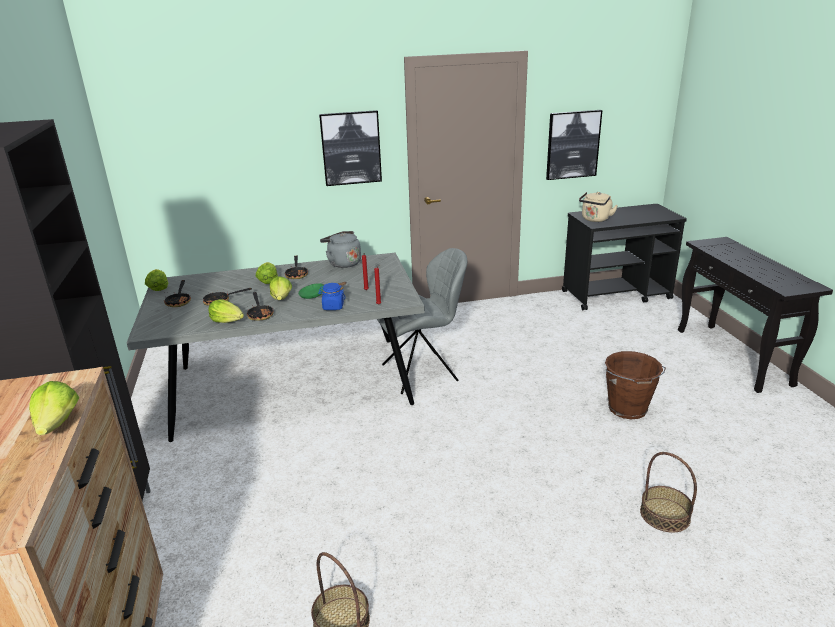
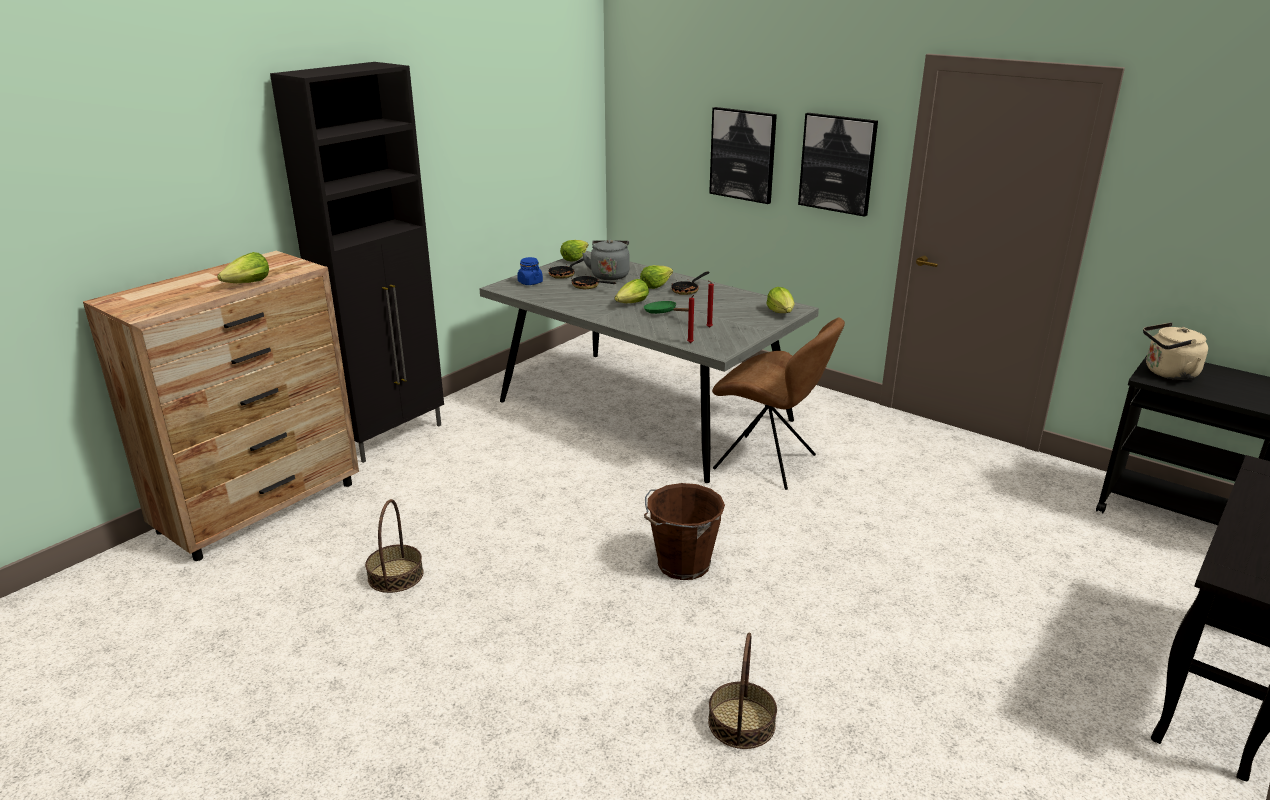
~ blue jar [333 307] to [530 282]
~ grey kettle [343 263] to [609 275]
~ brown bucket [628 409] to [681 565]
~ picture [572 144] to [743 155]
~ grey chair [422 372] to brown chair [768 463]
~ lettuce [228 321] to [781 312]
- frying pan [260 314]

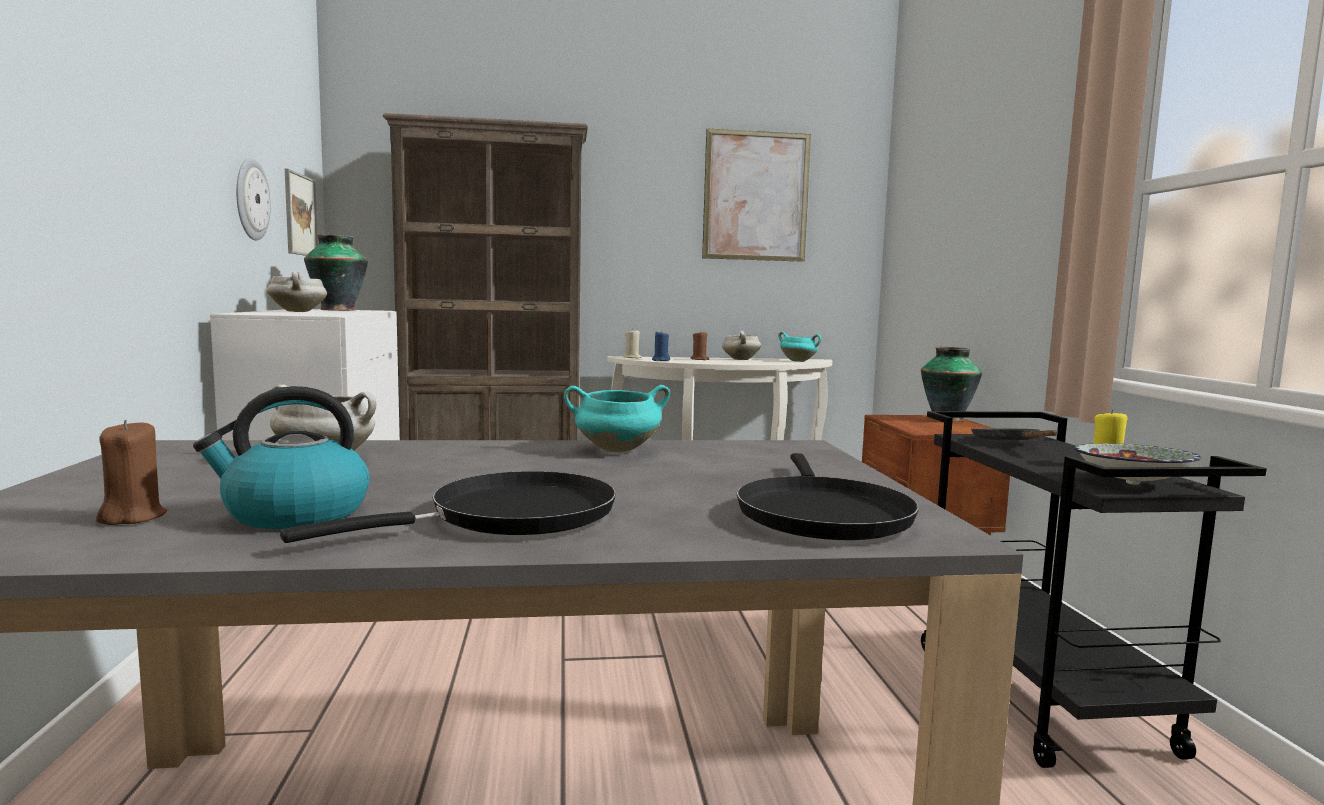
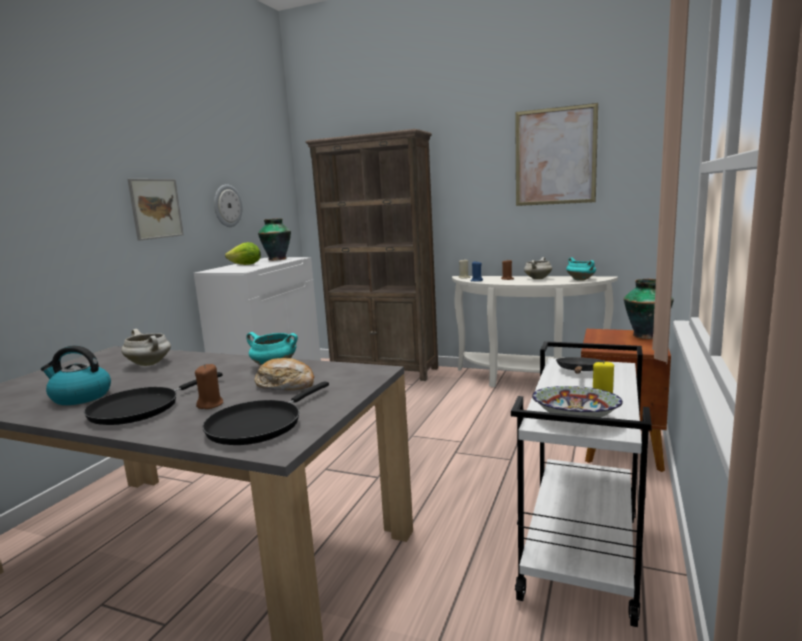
~ black frying pan [511 516] = [140 408] 135 degrees clockwise
~ picture [300 215] to [156 208]
~ brown candle [132 517] to [210 404]
~ white cooking pot [299 311] to lettuce [246 265]
+ bread [286 385]
~ black cart [1042 698] to white cart [582 558]

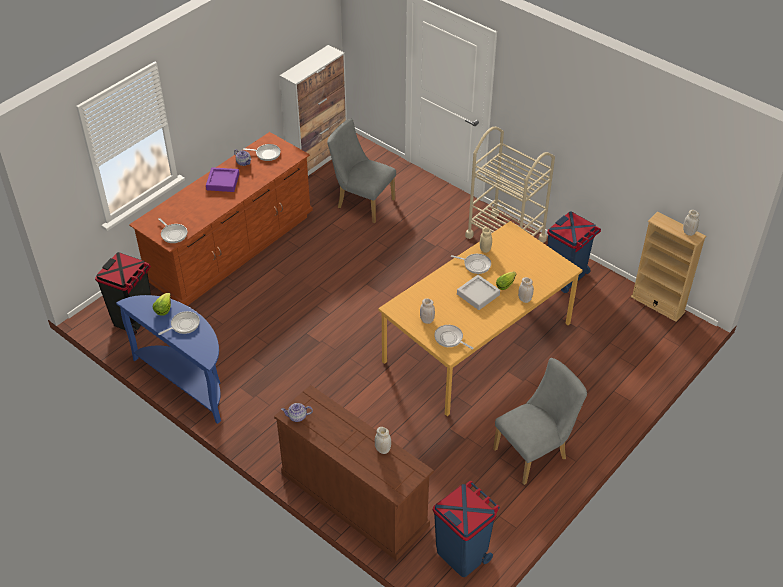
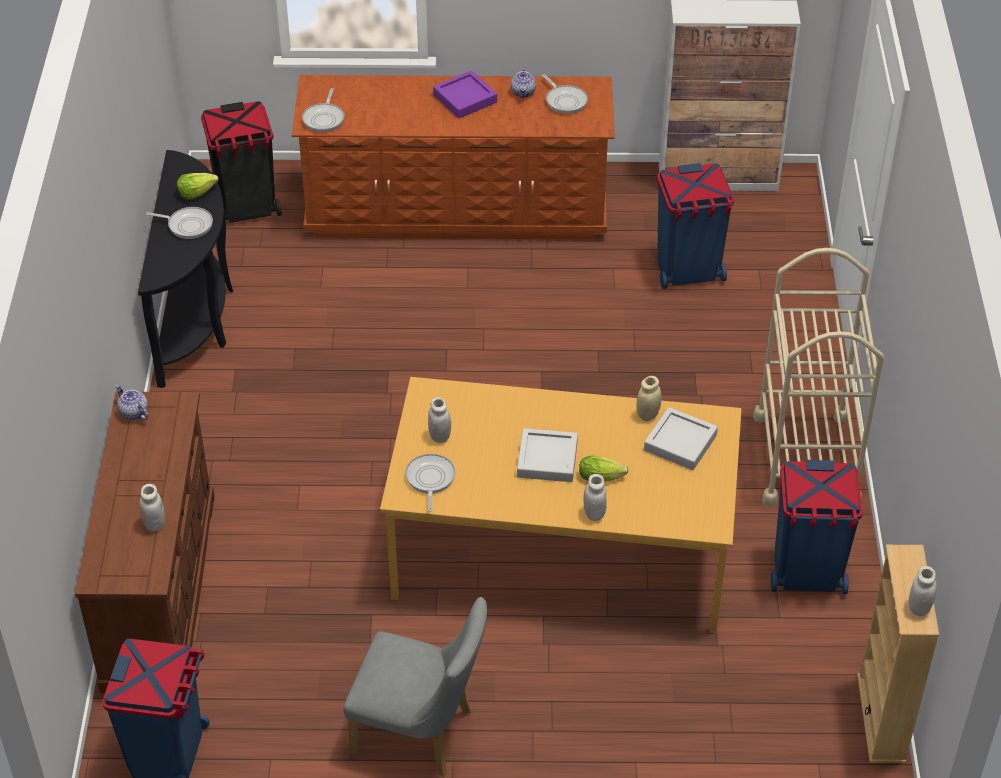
~ blue console table [187 381] to black console table [197 318]
+ grey tray [680 443]
~ grey chair [362 202] to blue trash can [688 271]
- frying pan [475 265]

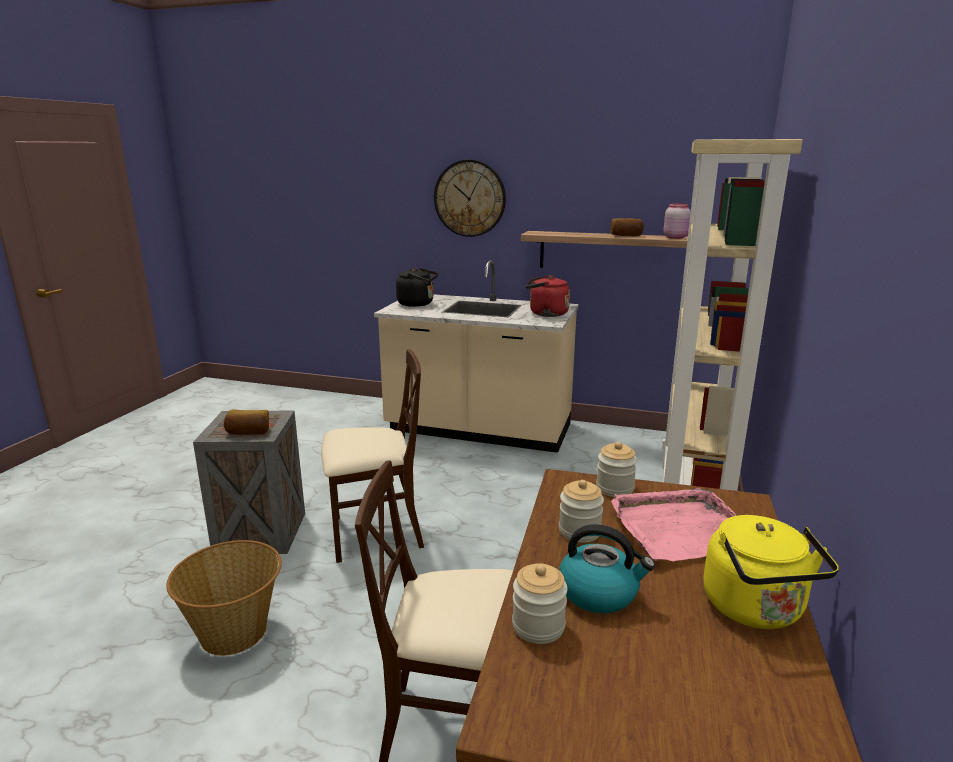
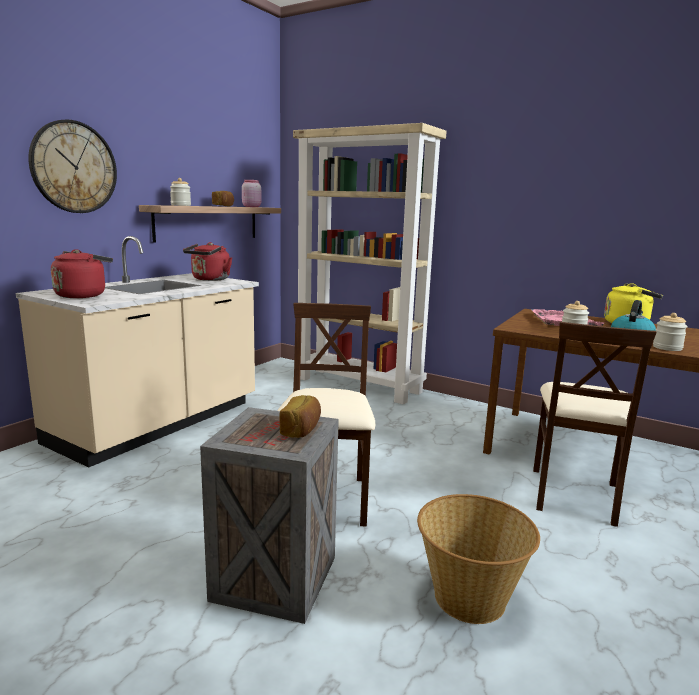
~ black kettle [418 304] to red kettle [83 295]
~ jar [614 488] to [181 205]

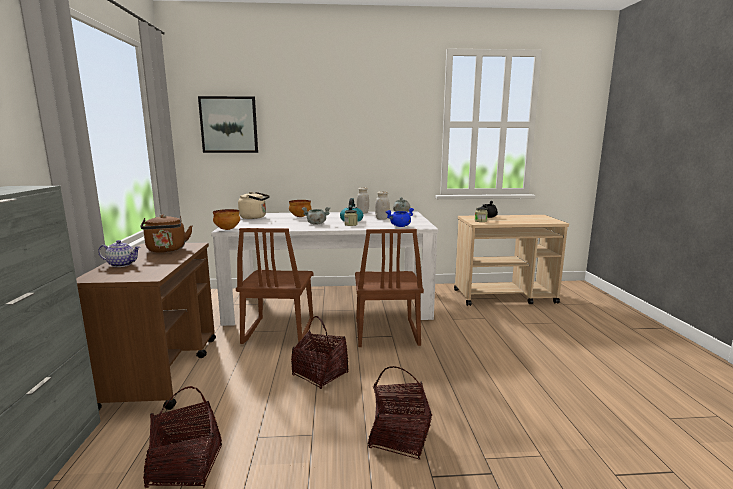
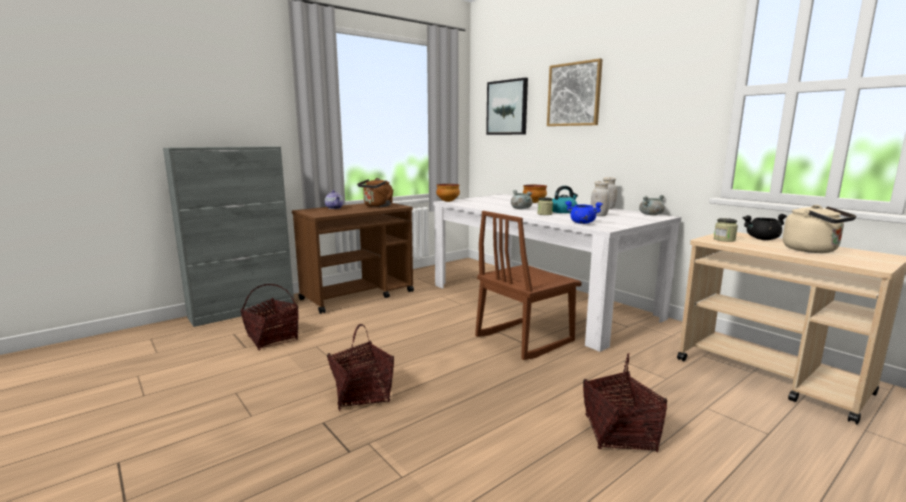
+ picture [574 94]
~ basket [320 374] to [619 434]
~ beige kettle [255 217] to [813 250]
- brown chair [278 332]

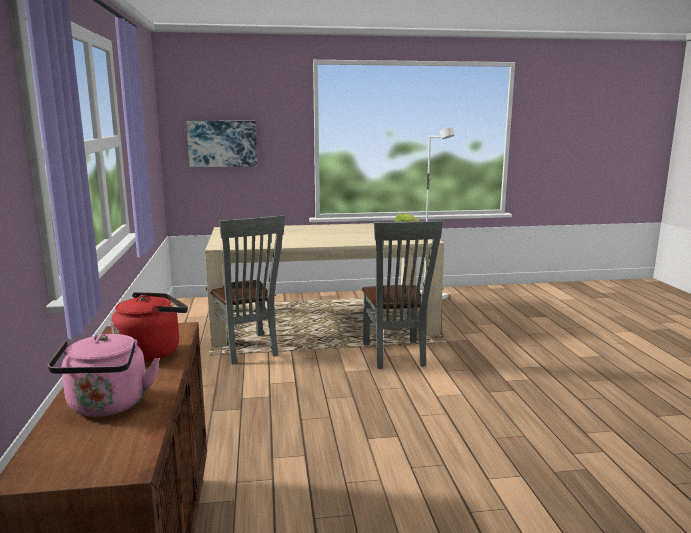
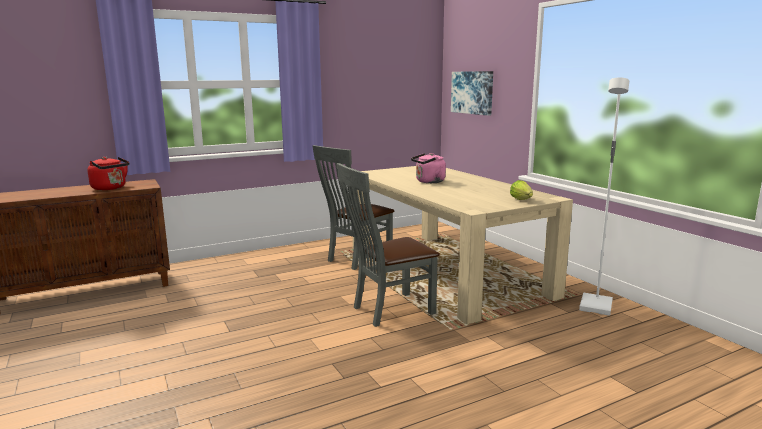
~ pink kettle [107 406] to [428 182]

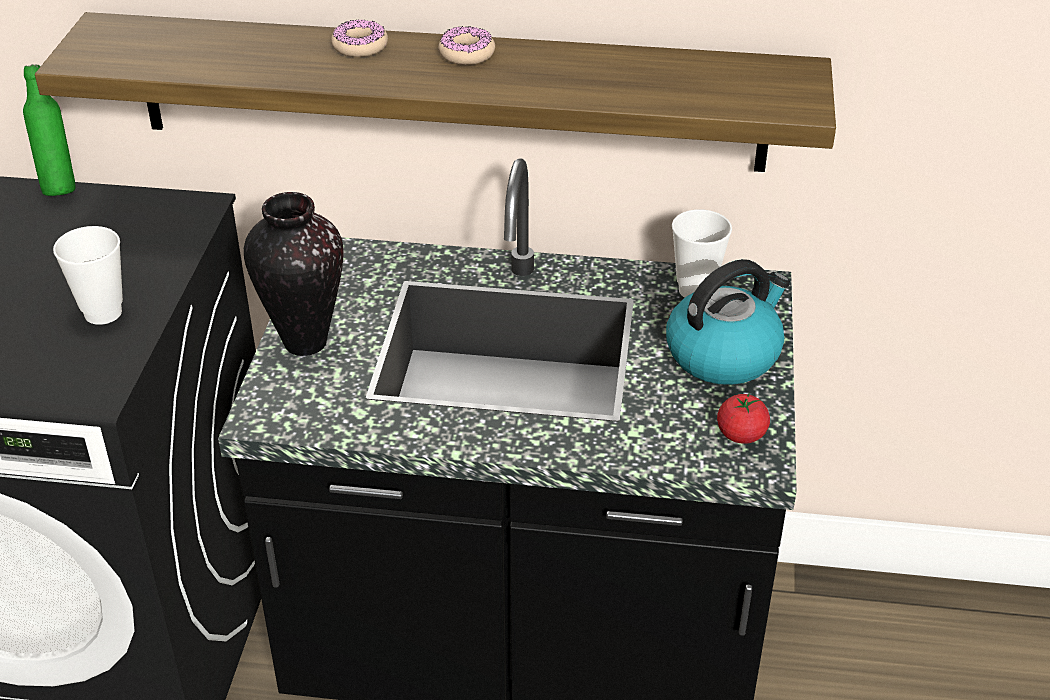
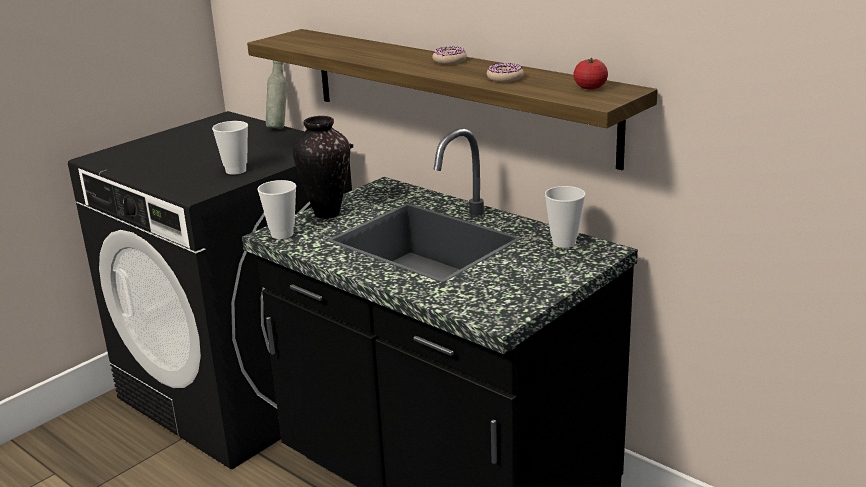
+ cup [282 234]
~ green bottle [59 187] to grey bottle [279 127]
~ donut [360 46] to [505 78]
~ tomato [741 434] to [590 88]
- kettle [724 354]

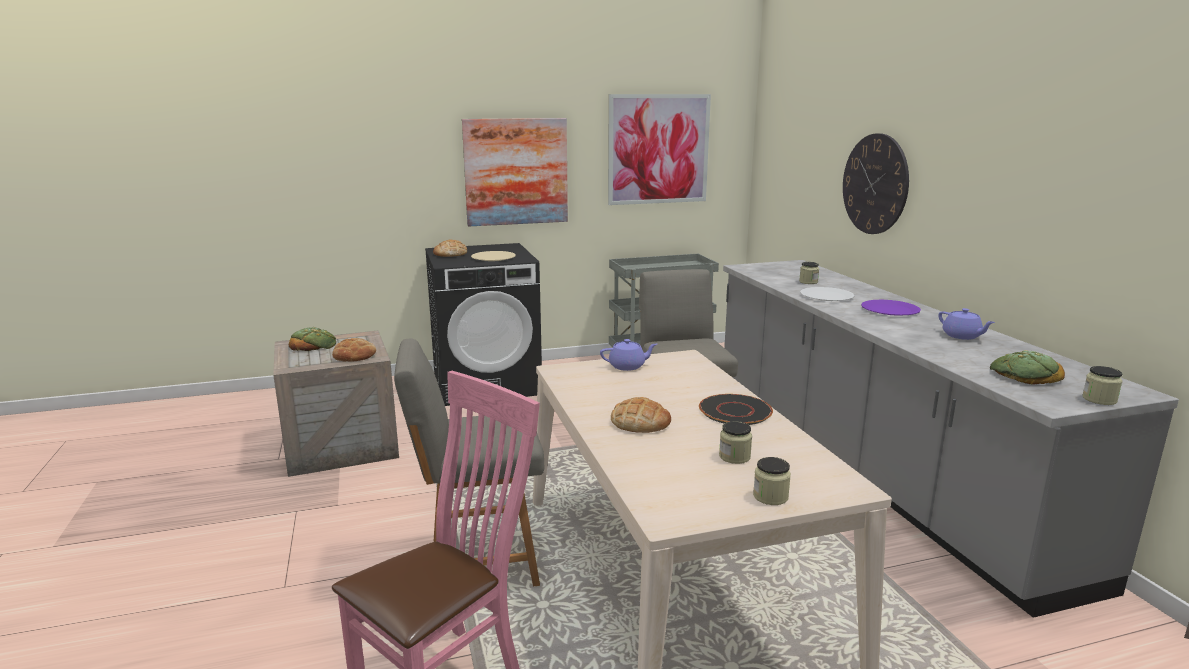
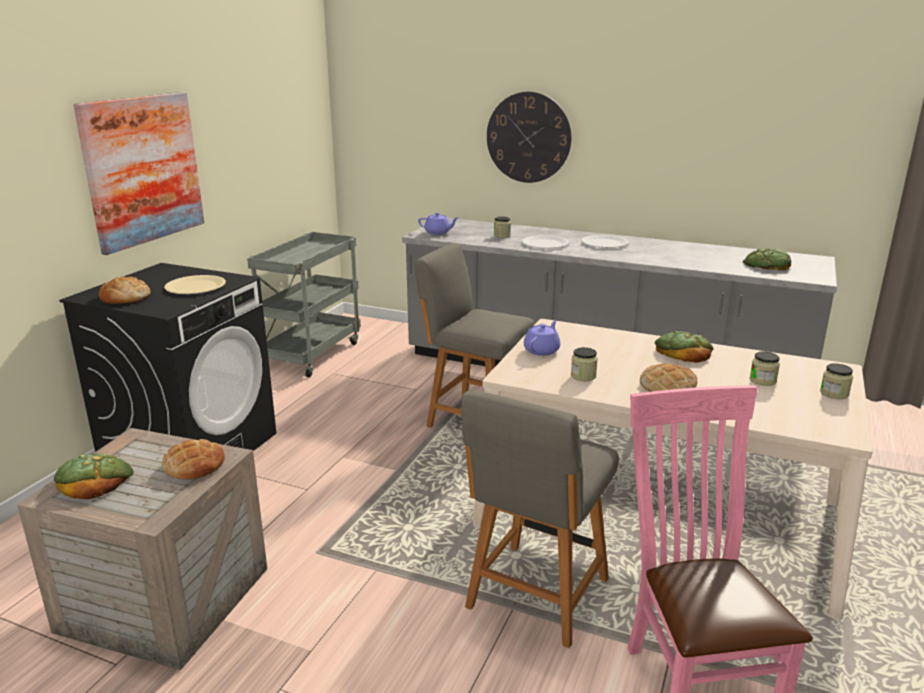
~ purple teapot [962 336] to [438 232]
~ jar [1099 399] to [583 376]
~ purple plate [890 309] to white plate [604 243]
~ black plate [734 411] to bread [683 352]
- picture [658 149]

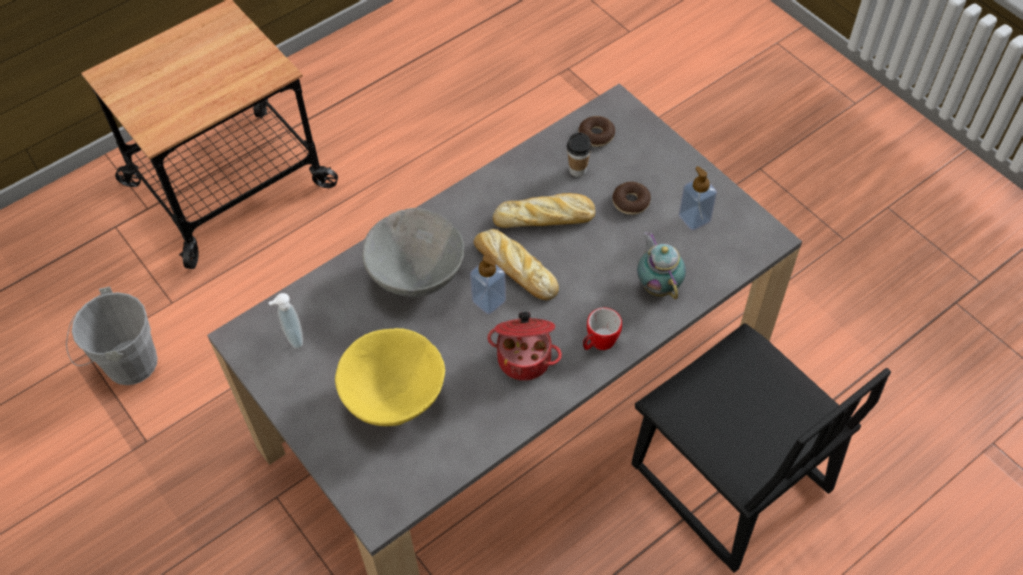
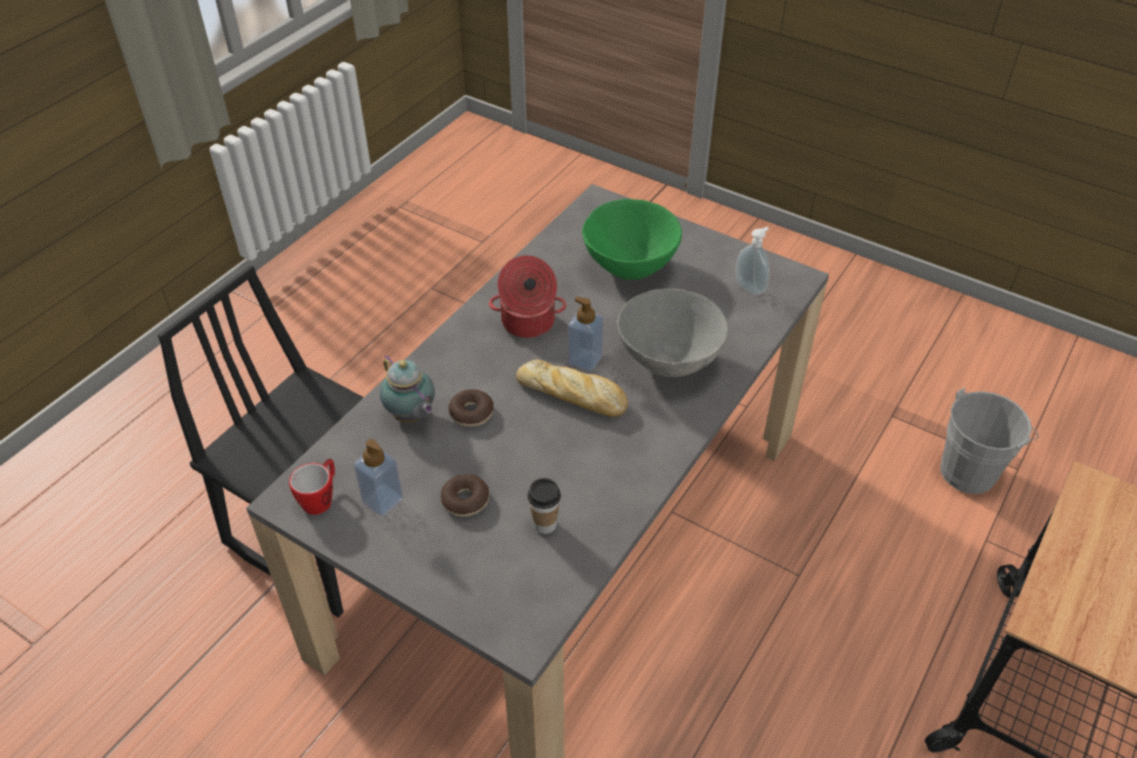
~ mug [598 343] to [321 498]
~ donut [596 135] to [471 413]
~ yellow bowl [394 400] to green bowl [629 267]
- bread [546 217]

